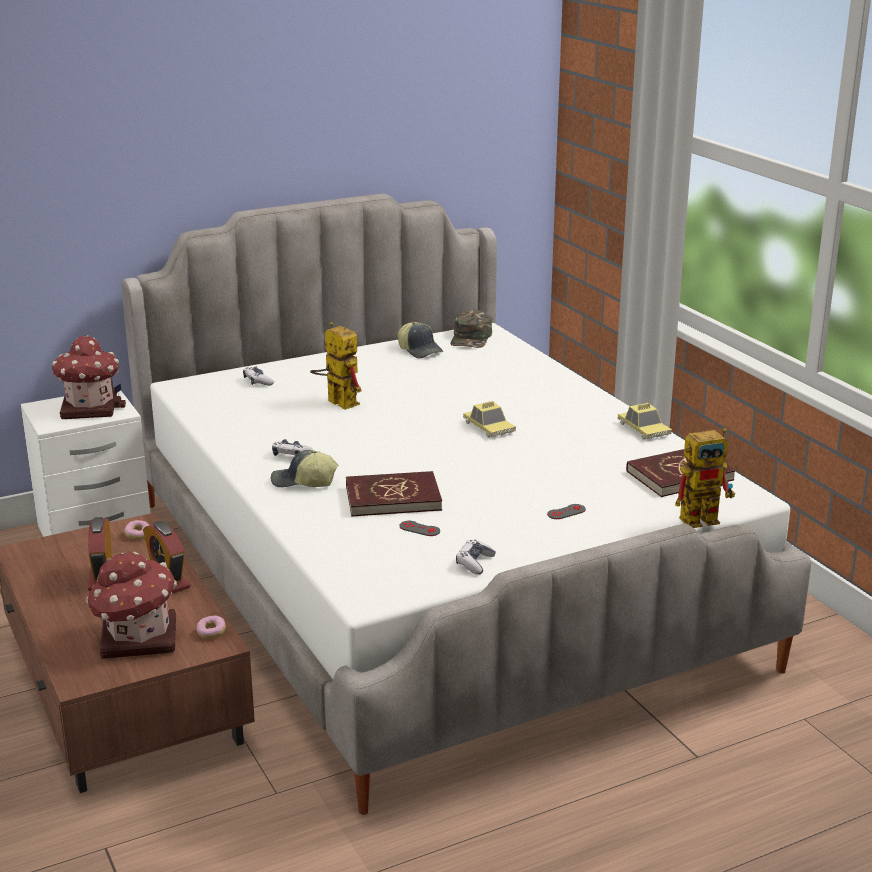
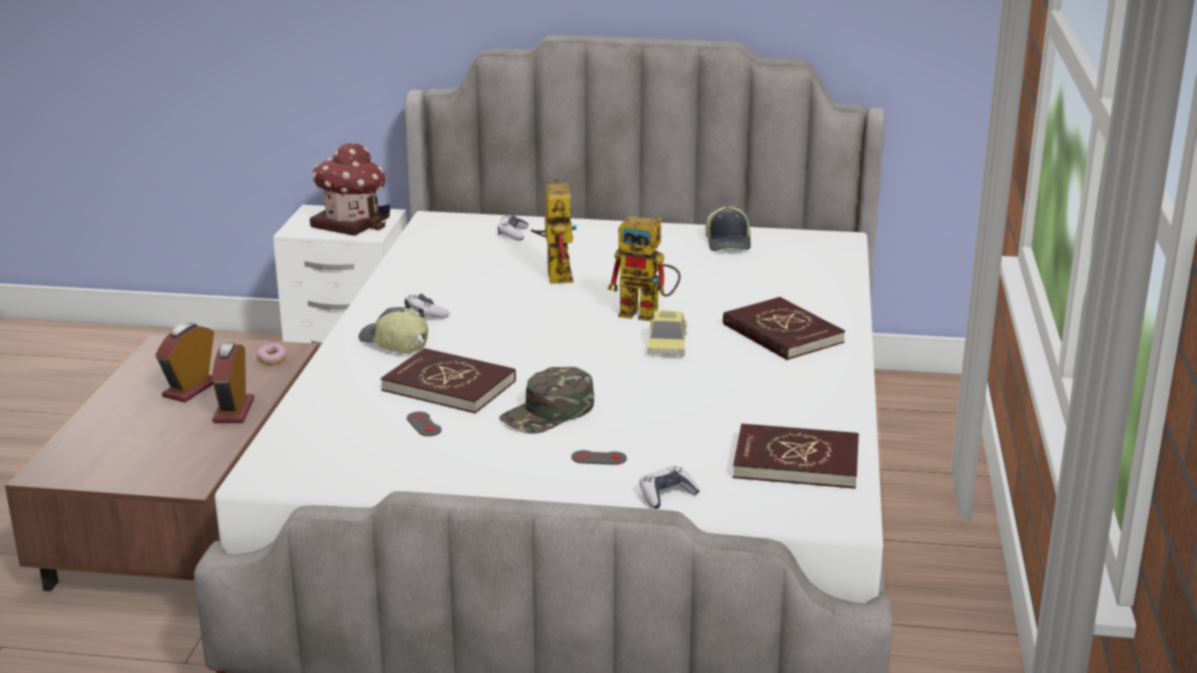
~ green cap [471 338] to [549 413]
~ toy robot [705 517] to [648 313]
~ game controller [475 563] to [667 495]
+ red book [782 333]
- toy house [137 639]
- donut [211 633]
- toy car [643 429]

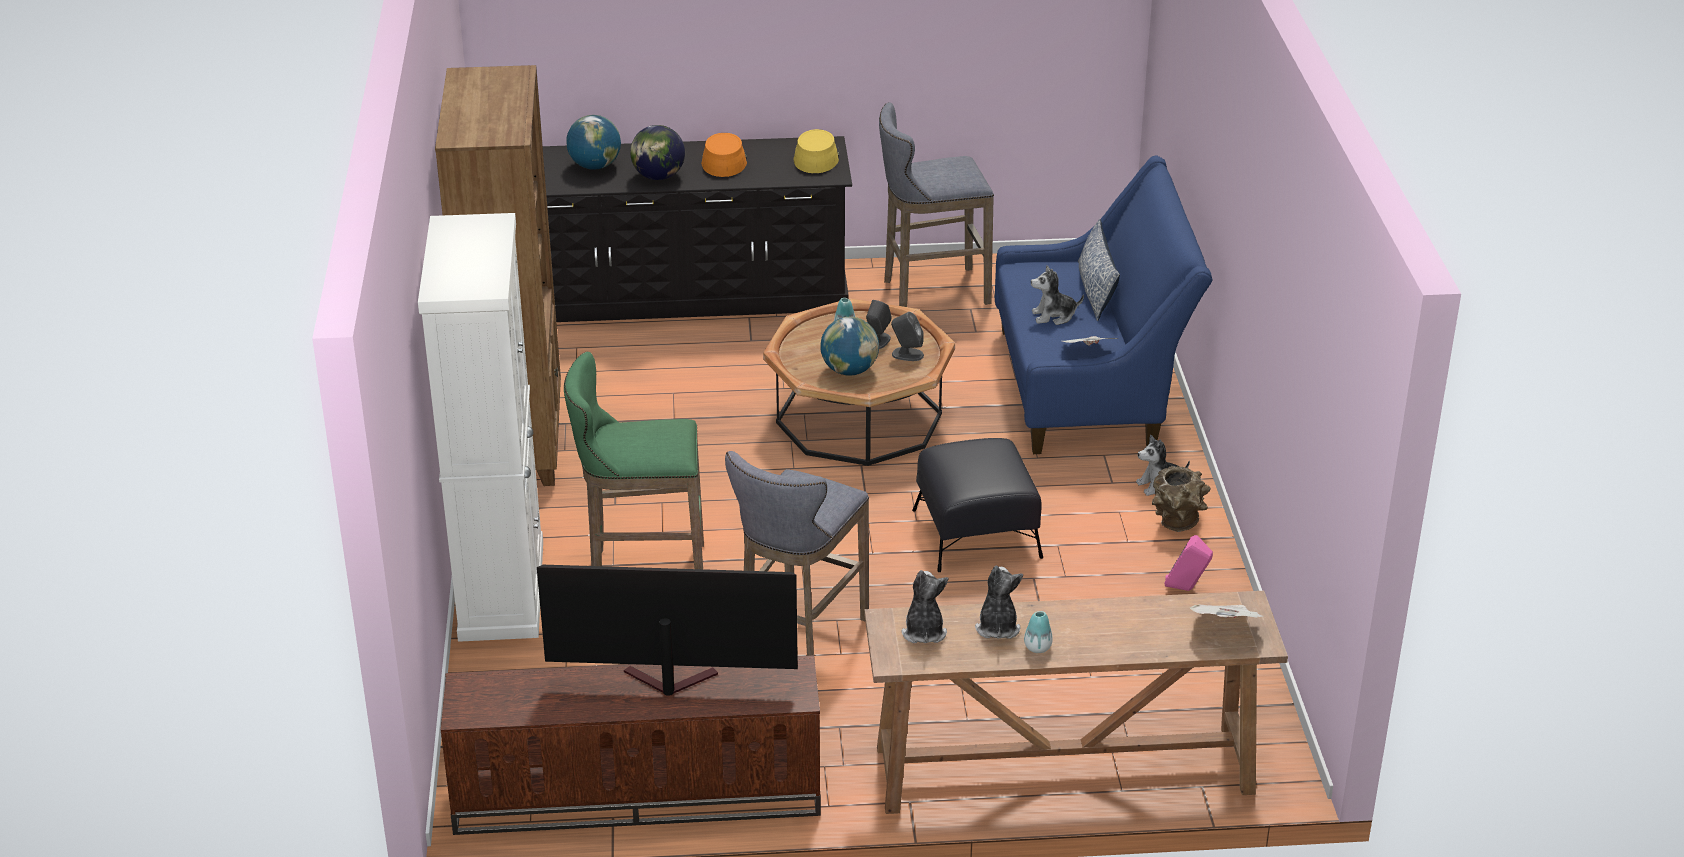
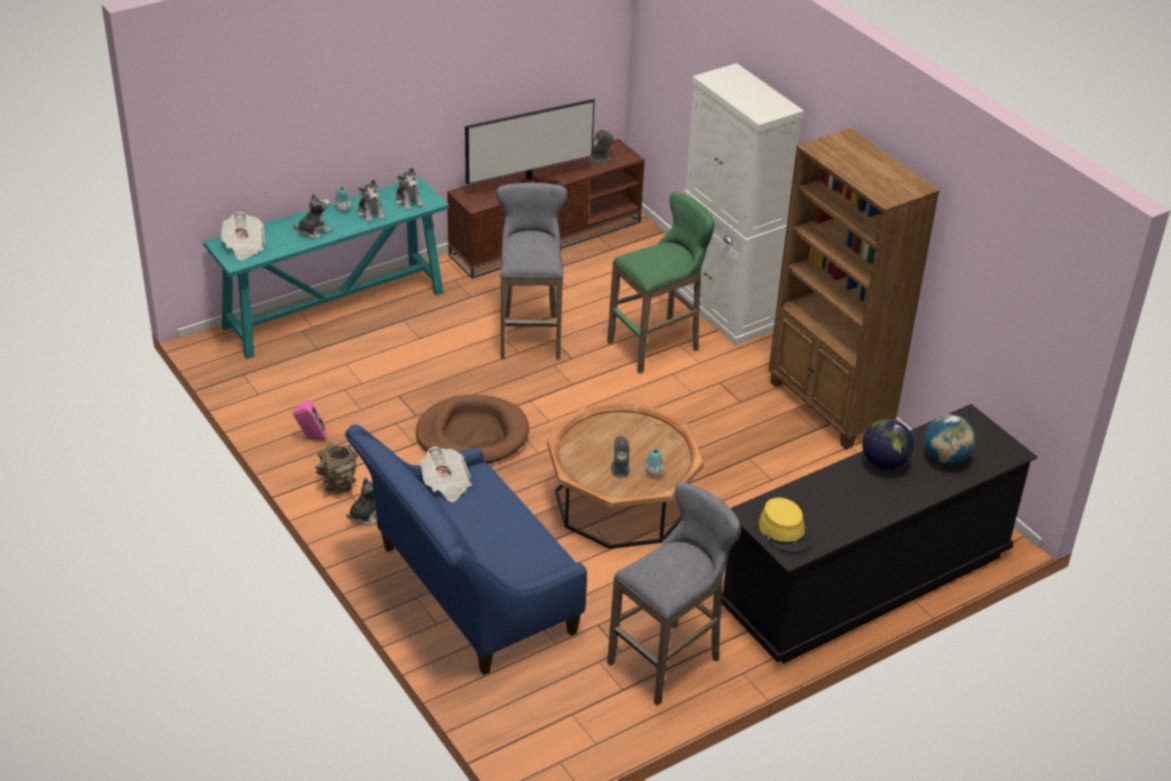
~ brown console table [1061 771] to turquoise console table [335 309]
~ plush toy [1053 316] to [313 231]
~ black ottoman [976 534] to brown dog bed [472 435]
~ grey speaker [907 354] to [601 158]
- orange hat [724 161]
- globe [849 370]
- pillow [1095 290]

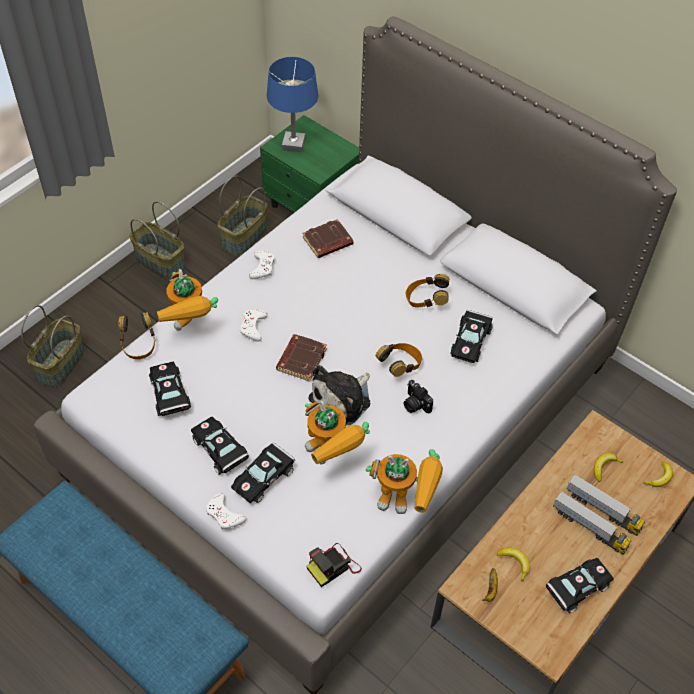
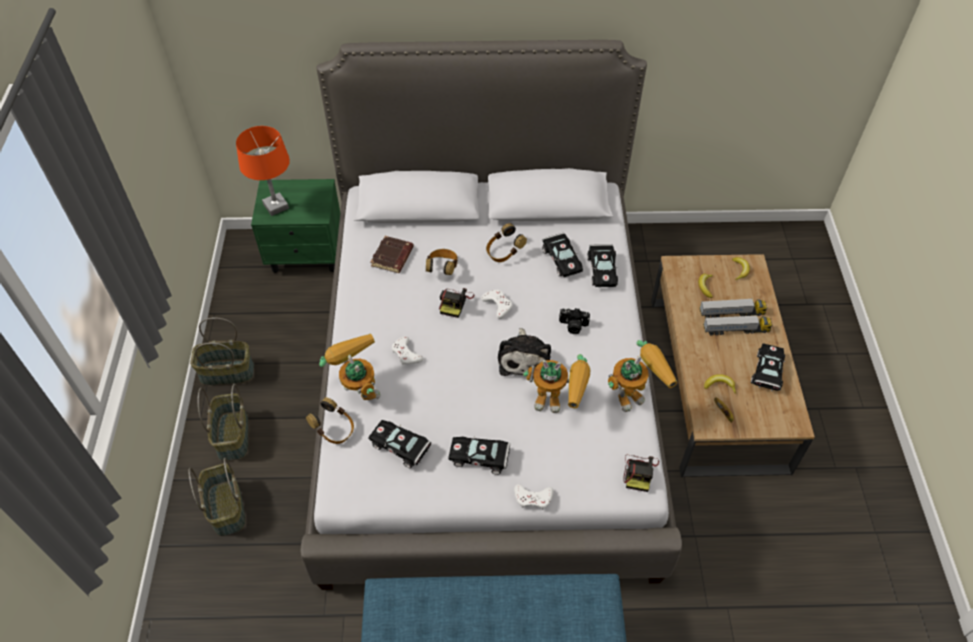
~ basket [244 237] to [234 436]
~ blue table lamp [293 144] to orange table lamp [275 206]
~ toy robot [189 326] = [357 387] 150 degrees counterclockwise
~ headphones [400 366] to [442 268]
+ photo camera [455 302]
~ white game controller [262 267] to [497 305]
~ black toy car [265 476] to [602 269]
- brown book [301 359]

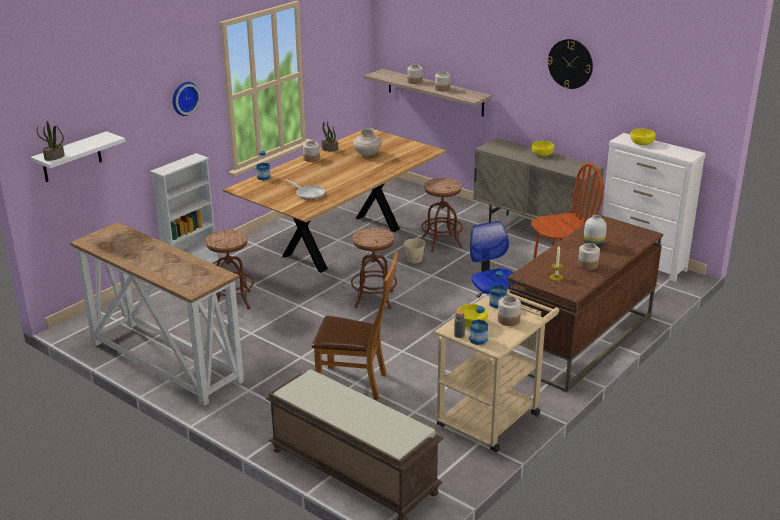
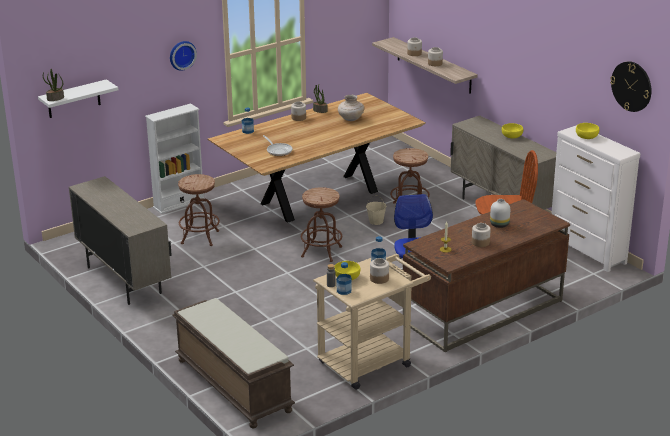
~ console table [164 362] to beige cabinet [123 280]
~ wall clock [570 63] to [631 86]
- brown chair [357 384]

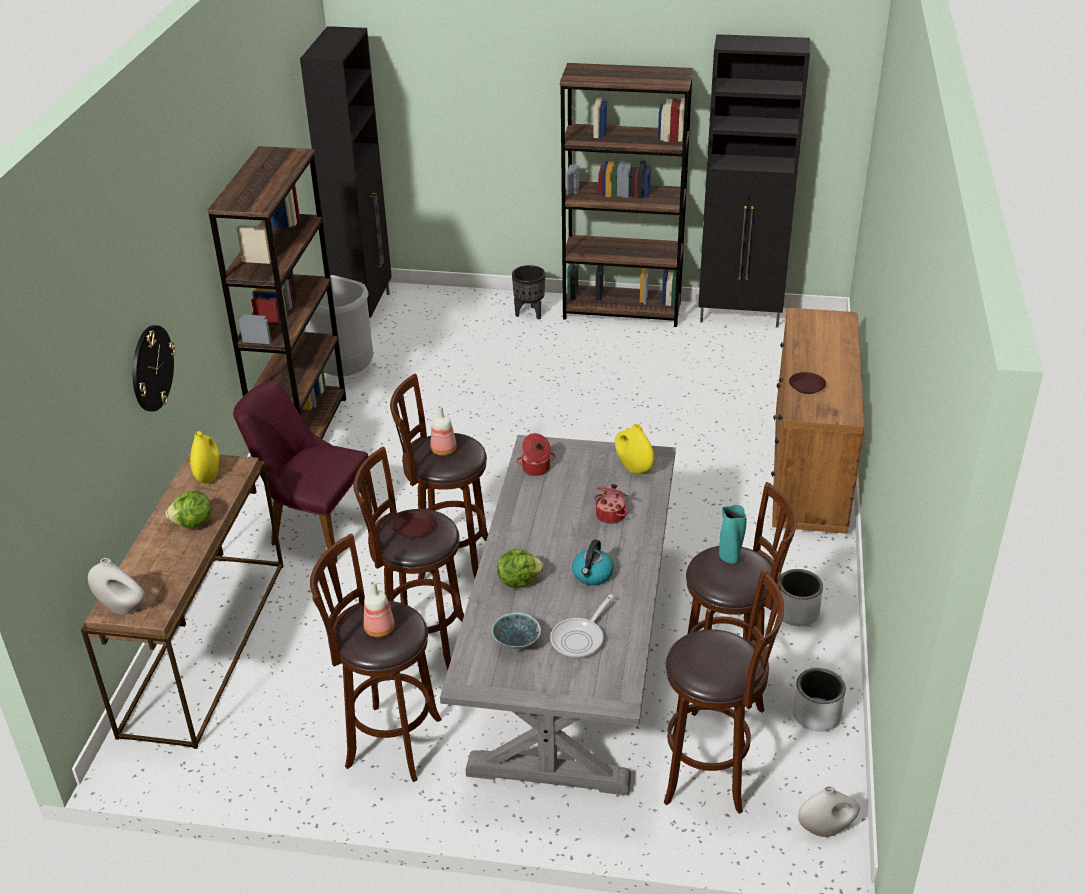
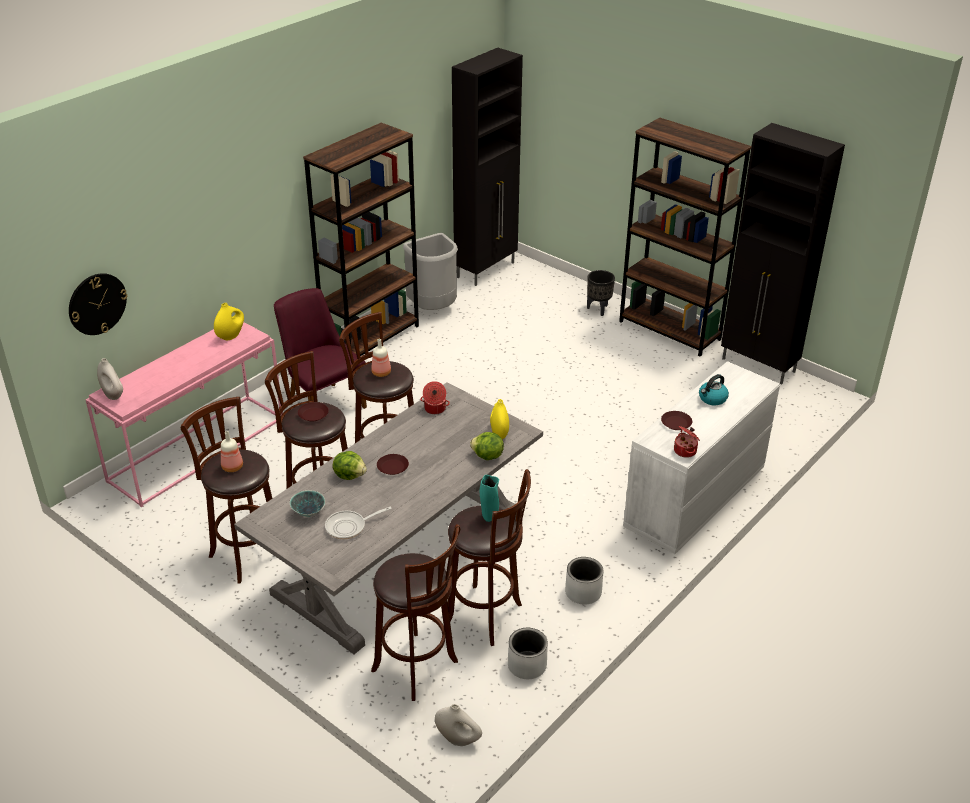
~ wall clock [151 368] to [97 304]
~ brown console table [204 645] to pink console table [198 448]
+ brown plate [392 467]
~ lettuce [193 524] to [487 456]
~ brown dresser [808 472] to white dresser [694 499]
~ cooking pot [611 515] to [685 451]
~ kettle [592 575] to [712 399]

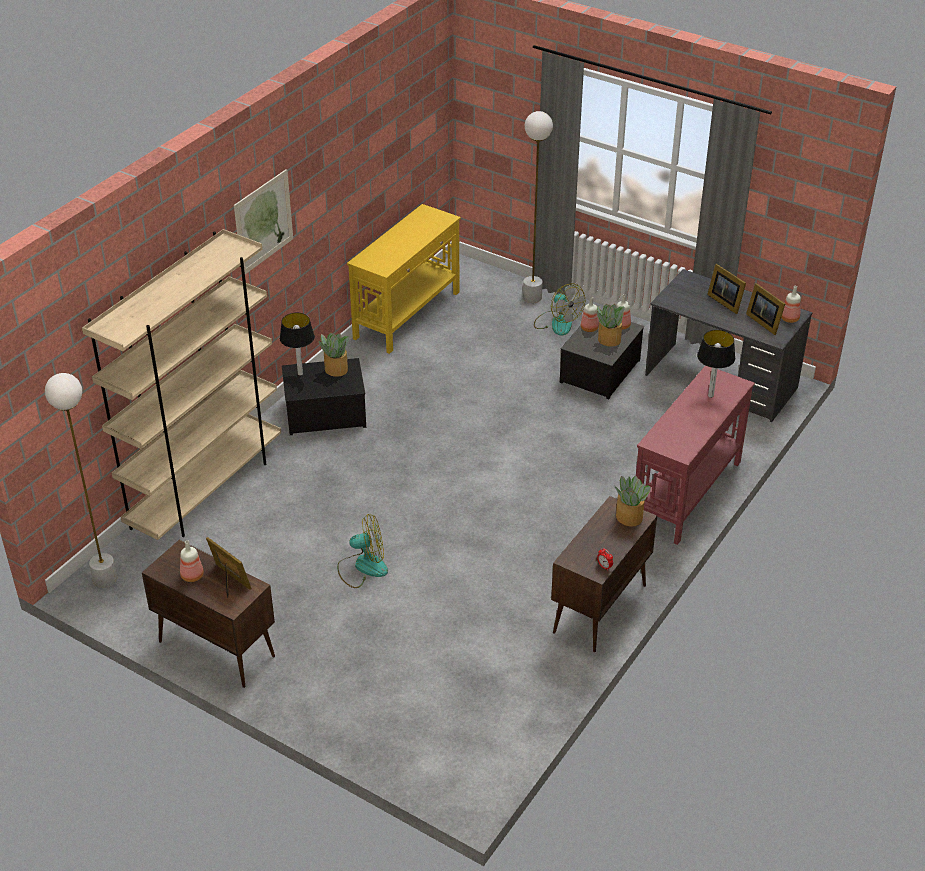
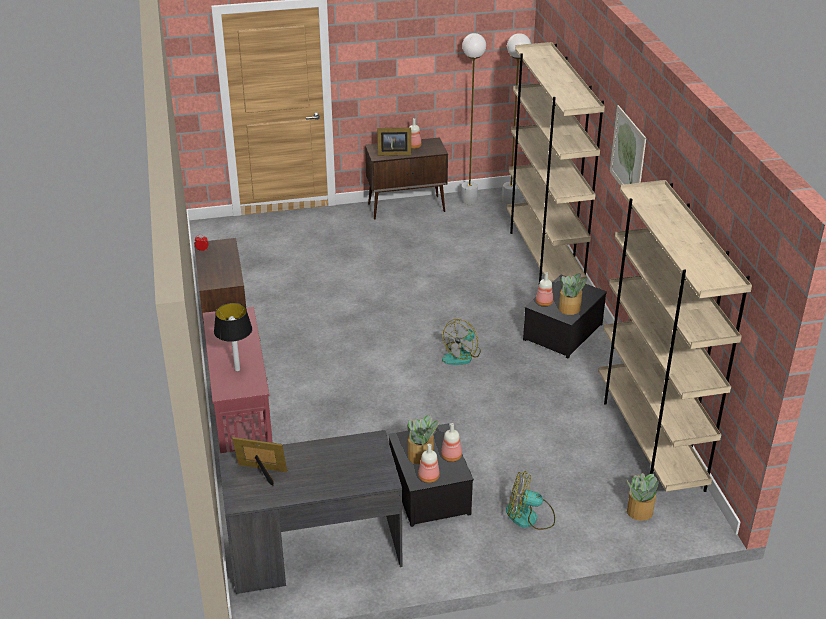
~ fan [362 567] to [462 355]
~ white floor lamp [532 297] to [469 200]
~ bottle [789 319] to [543 302]
~ yellow console table [408 315] to beige bookcase [649 439]
~ potted plant [629 517] to [639 511]
- table lamp [300 373]
- picture frame [725 301]

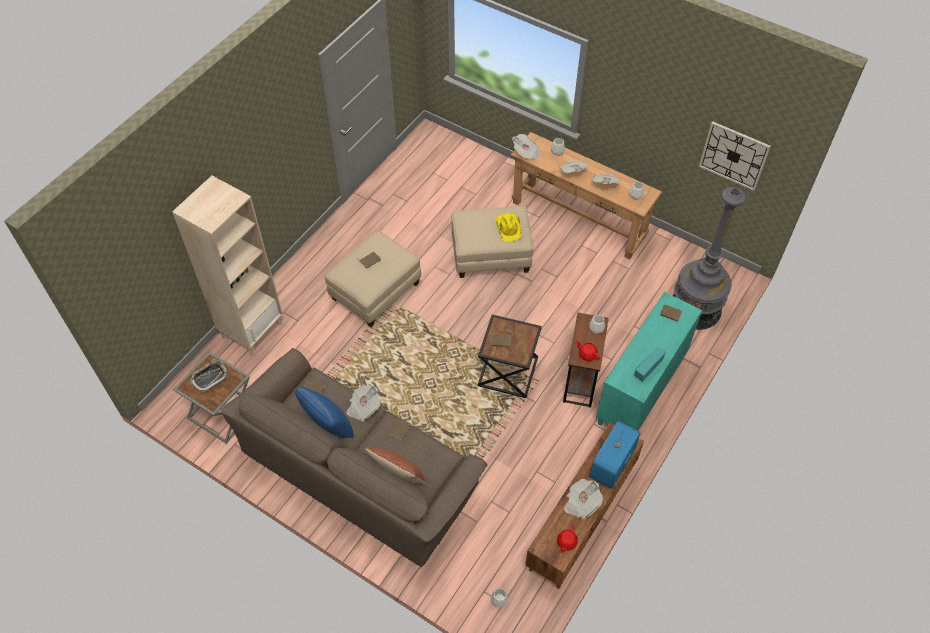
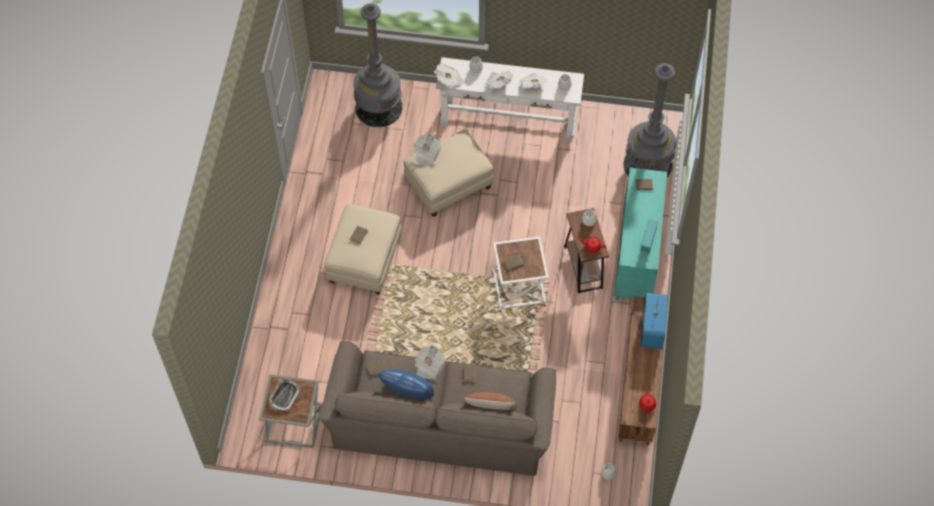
+ grey floor lamp [378 107]
~ newspaper [581 503] to [426 154]
~ brown console table [578 219] to white console table [508 119]
~ black side table [507 370] to white side table [518 285]
- beige bookcase [252 329]
- yellow hat [509 227]
- wall clock [734 155]

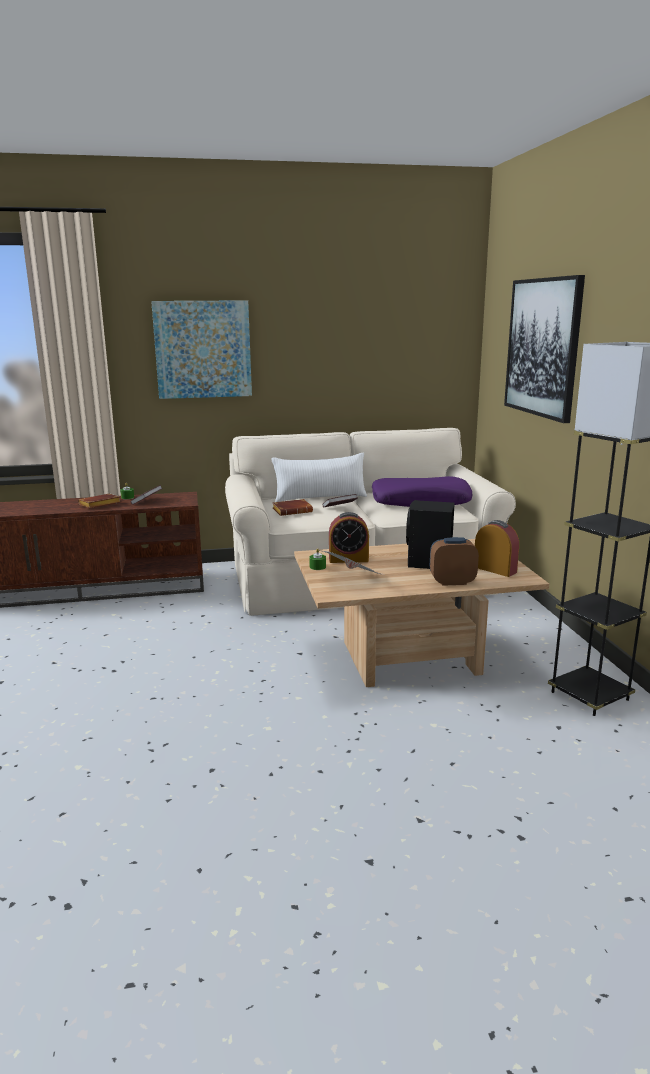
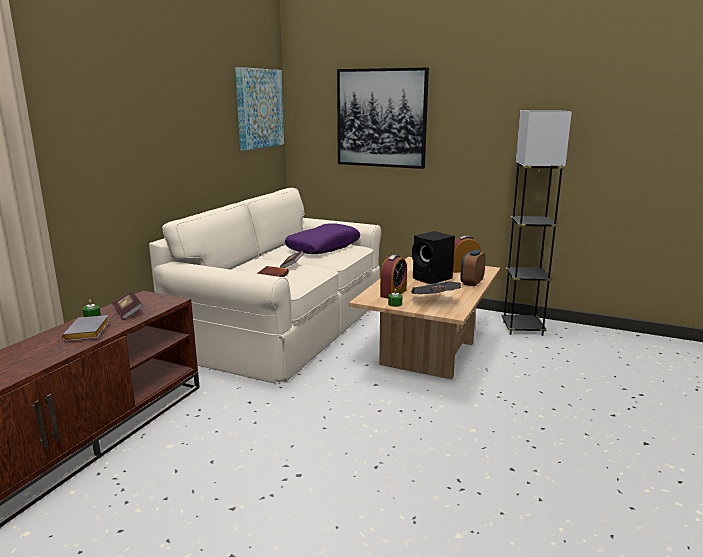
~ brown book [99 505] to grey book [88 333]
~ picture [203 349] to [259 108]
- white pillow [320 498]

